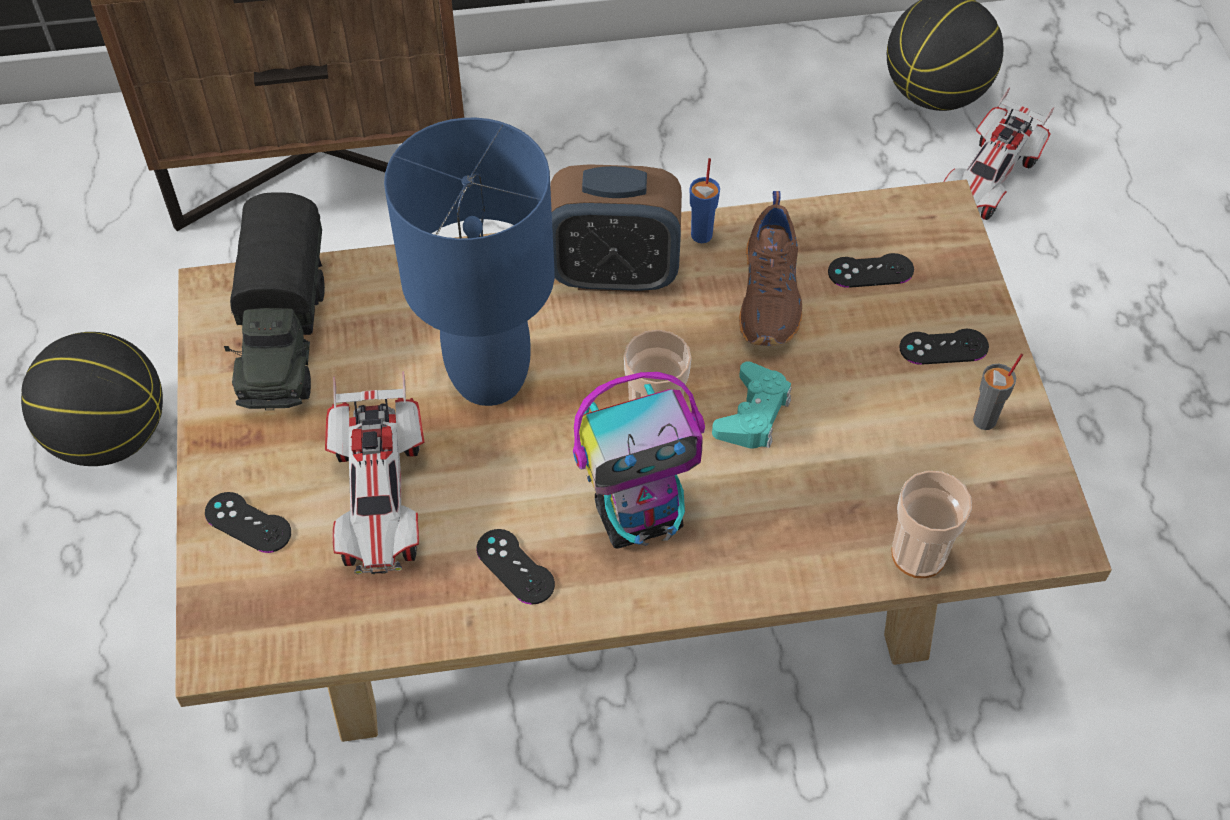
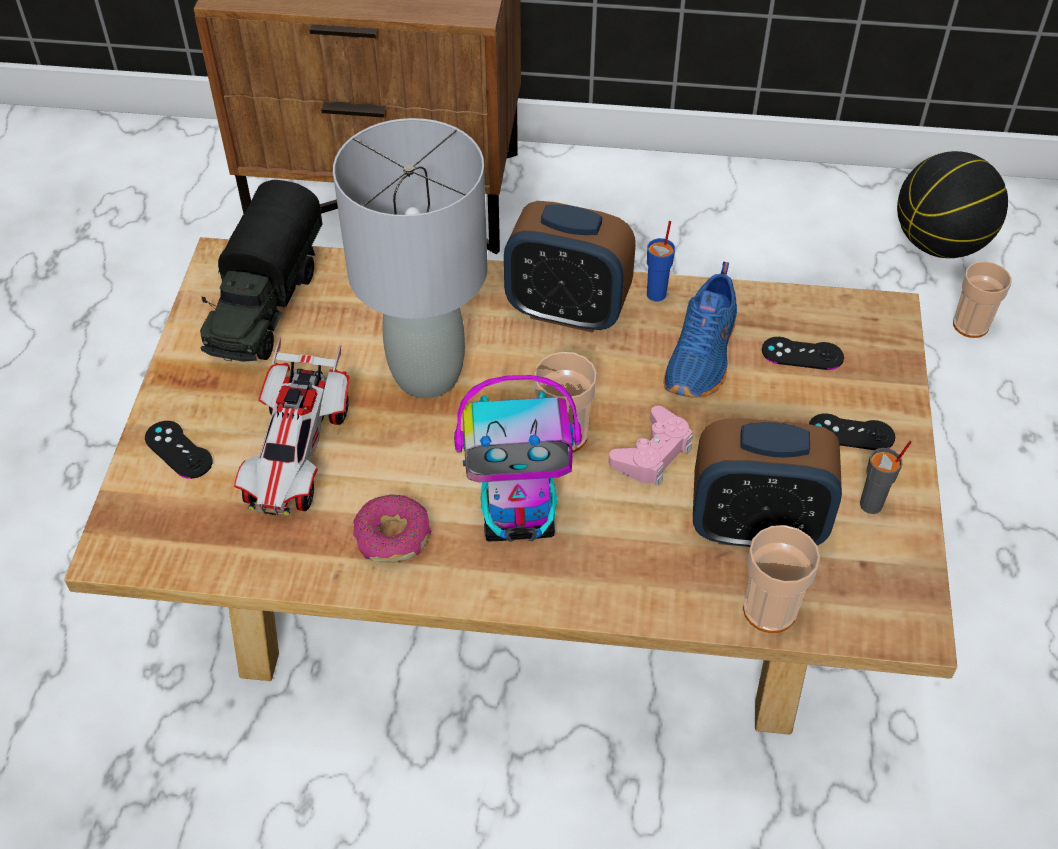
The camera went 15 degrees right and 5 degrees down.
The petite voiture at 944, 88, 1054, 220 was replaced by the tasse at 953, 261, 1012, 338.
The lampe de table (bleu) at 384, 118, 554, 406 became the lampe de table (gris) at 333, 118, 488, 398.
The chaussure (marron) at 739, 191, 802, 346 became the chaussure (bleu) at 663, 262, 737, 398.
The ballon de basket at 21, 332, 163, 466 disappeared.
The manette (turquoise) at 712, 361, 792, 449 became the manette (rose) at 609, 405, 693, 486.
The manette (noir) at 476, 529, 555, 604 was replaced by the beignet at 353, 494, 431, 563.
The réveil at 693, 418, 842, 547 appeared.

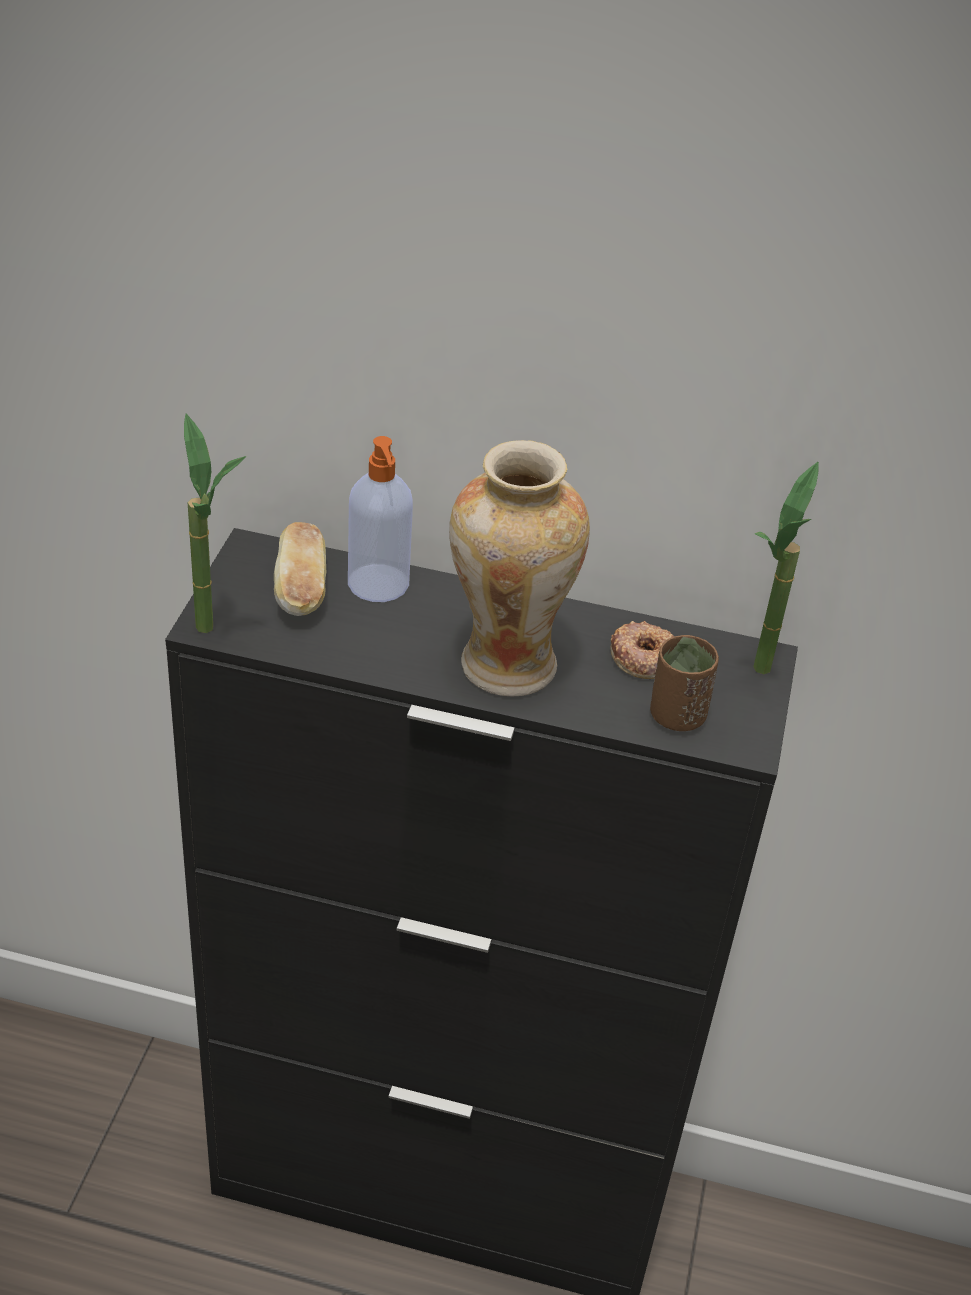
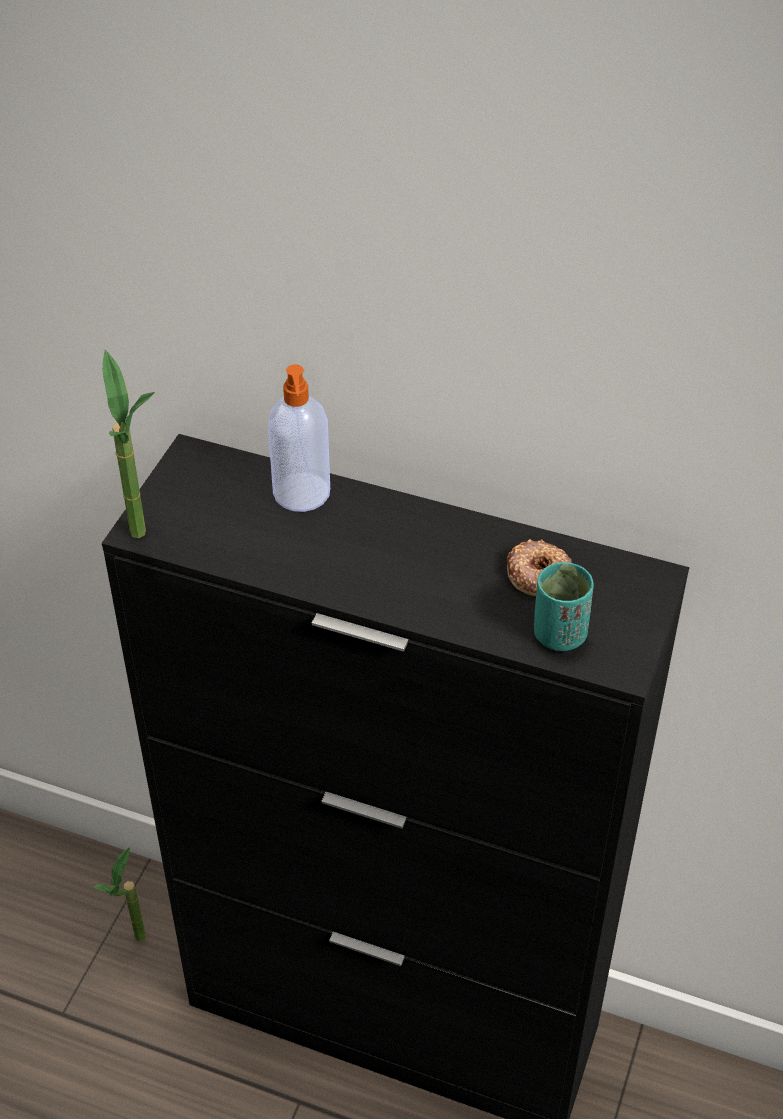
The camera went 10 degrees right and 5 degrees up.
The vase at 449, 440, 590, 696 disappeared.
The plante en pot moved from 753, 462, 819, 674 to 93, 847, 146, 942.
The pain at 274, 522, 326, 616 disappeared.
The tasse (marron) at 650, 635, 719, 731 became the tasse (turquoise) at 534, 562, 594, 651.

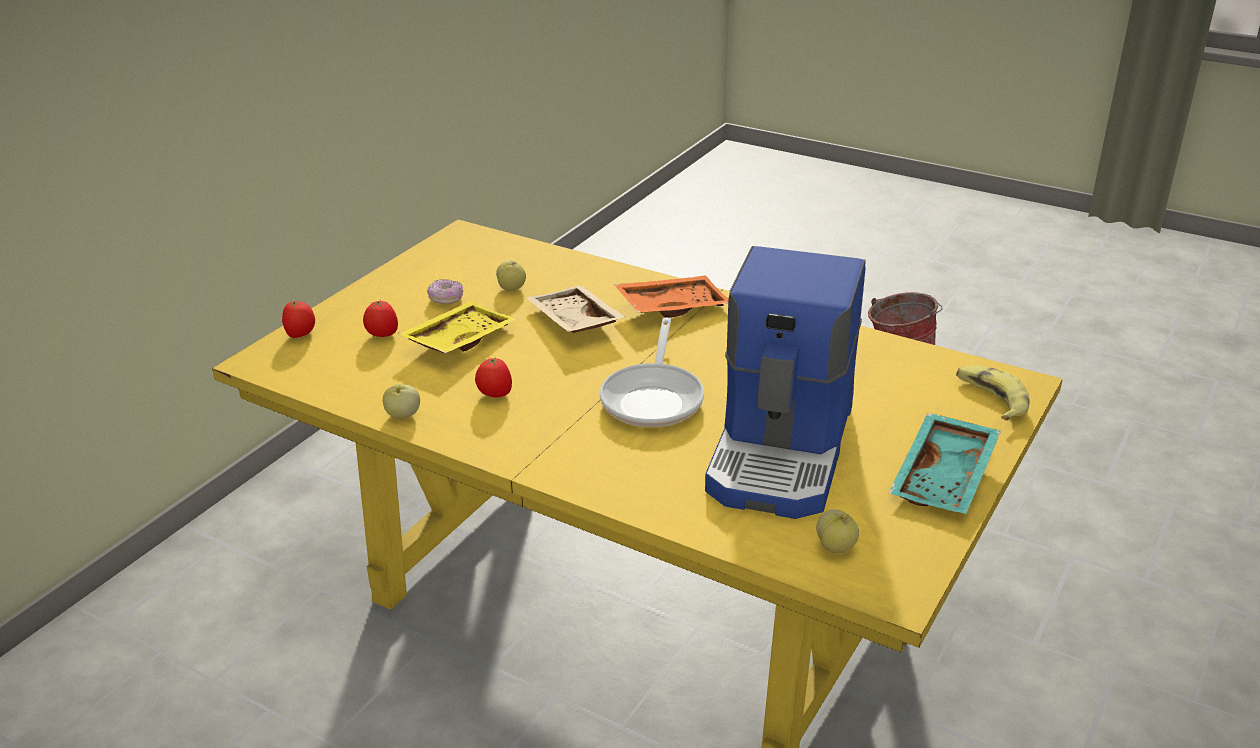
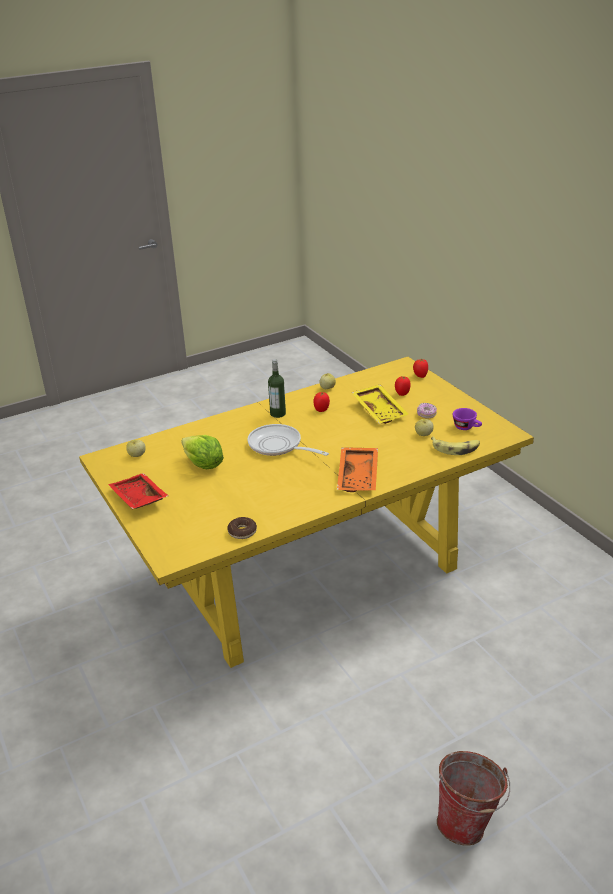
The camera went 120 degrees right and 0 degrees up.
The machine à café at 705, 246, 865, 519 was replaced by the laitue at 181, 435, 224, 469.
The plateau (beige) at 526, 285, 625, 333 disappeared.
The banane moved from 956, 365, 1030, 421 to 431, 436, 480, 455.
The plateau (turquoise) at 888, 413, 1001, 514 became the plateau (rouge) at 108, 473, 168, 509.
The bouteille at 268, 359, 286, 418 appeared.
The tasse (violet) at 453, 408, 482, 430 appeared.
The beignet at 227, 517, 257, 539 appeared.

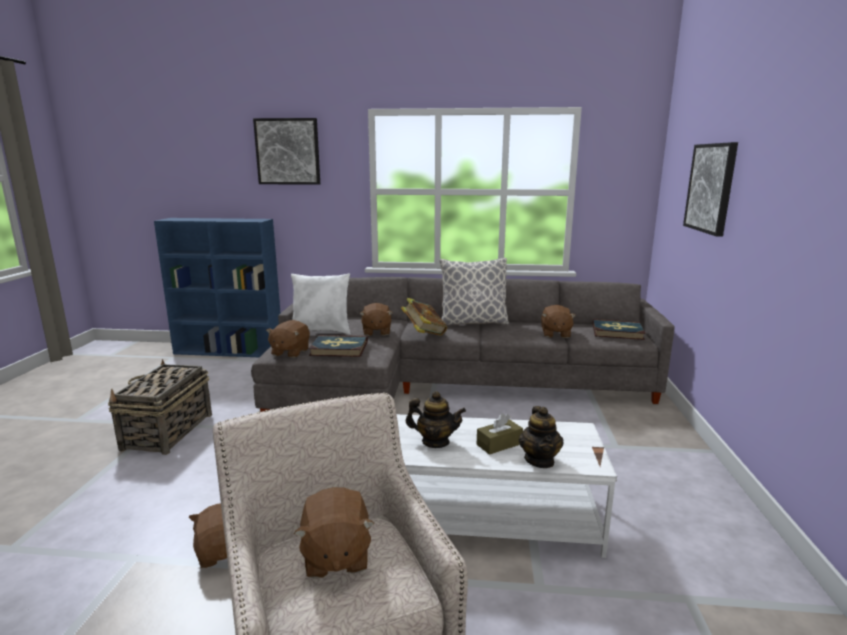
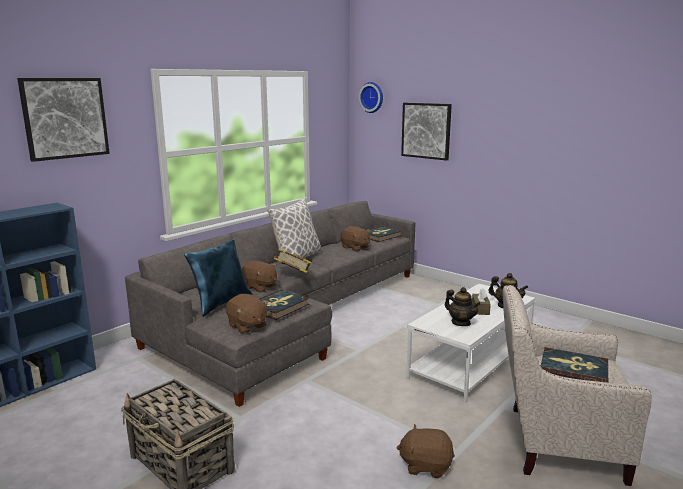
The camera went 55 degrees left and 0 degrees up.
The coussin (blanc) at 291, 273, 351, 335 became the coussin (bleu) at 184, 239, 253, 317.
The théière at 405, 391, 466, 448 turned 90 degrees clockwise.
The peluche (marron) at 294, 487, 374, 579 was replaced by the livre at 541, 347, 608, 383.
The horloge murale at 359, 82, 383, 113 appeared.

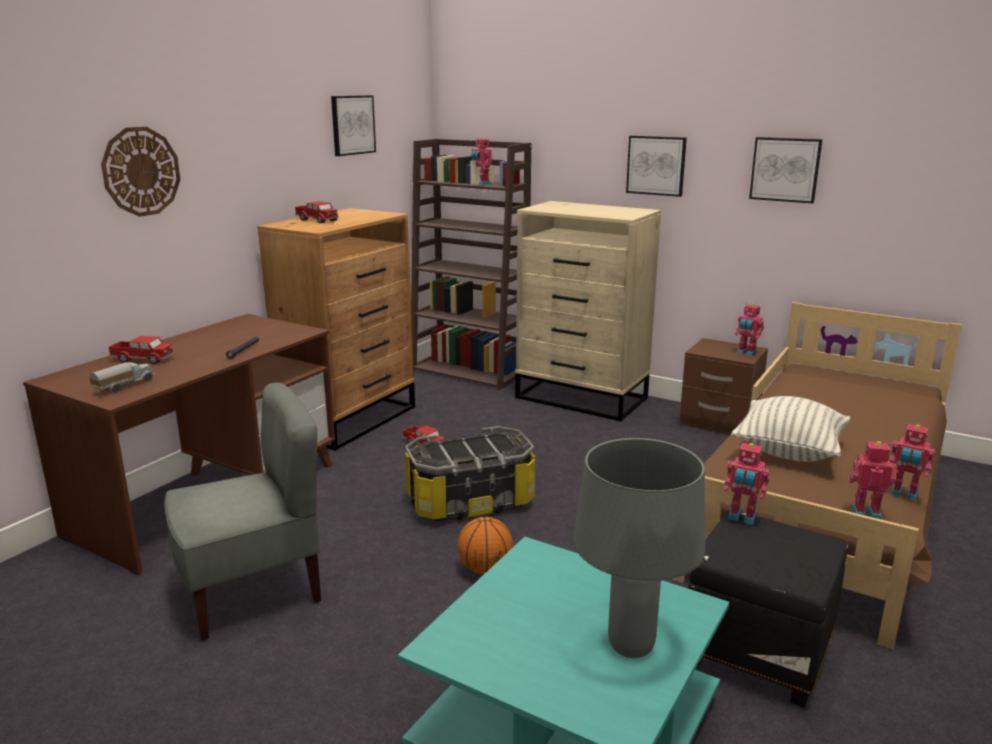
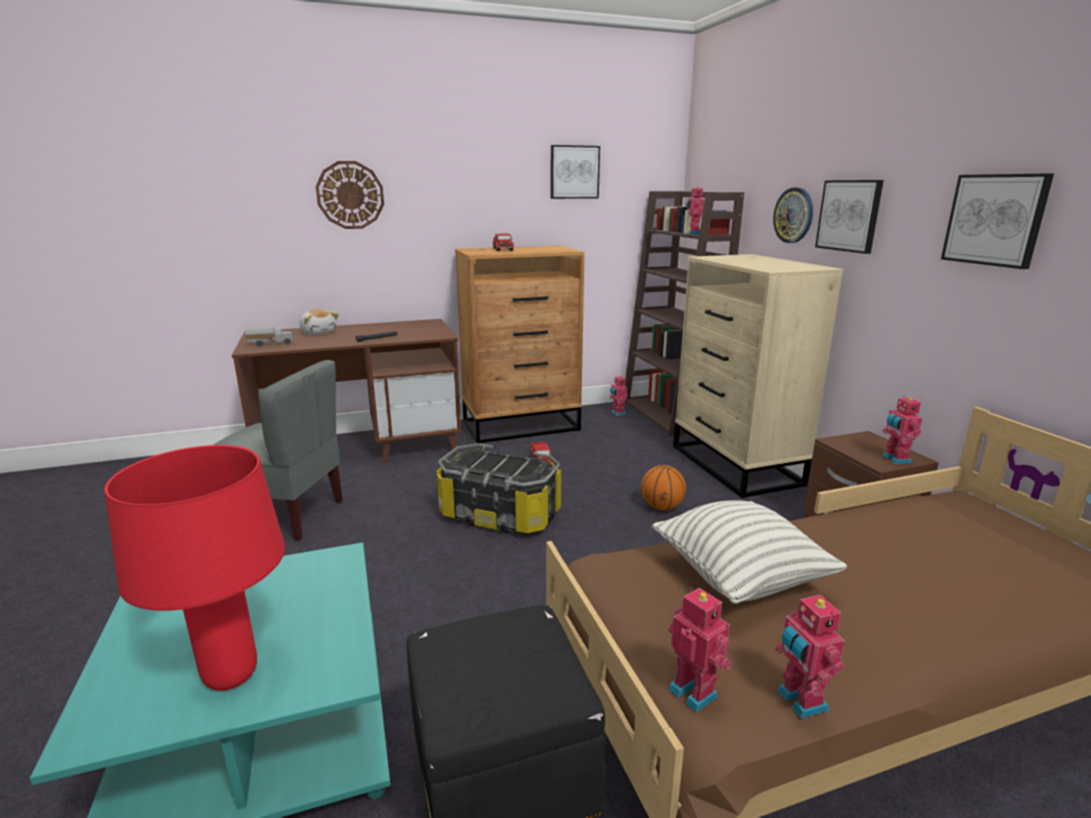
The camera went 40 degrees right and 0 degrees up.
The camion jouet at 109, 336, 174, 364 was replaced by the peluche at 299, 309, 339, 334.
The lampe de table (gris) at 573, 438, 705, 658 became the lampe de table (rouge) at 104, 445, 285, 691.
The robot jouet moved from 724, 443, 770, 525 to 610, 375, 627, 416.
The ballon de basket moved from 458, 517, 513, 574 to 641, 465, 686, 510.
The horloge murale at 773, 188, 813, 243 appeared.

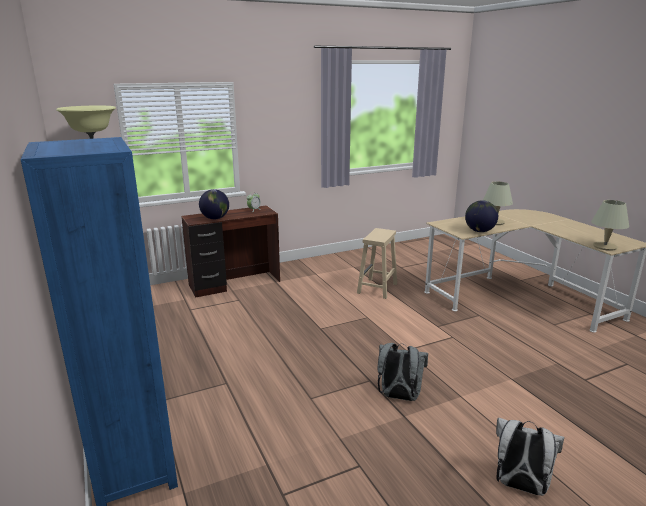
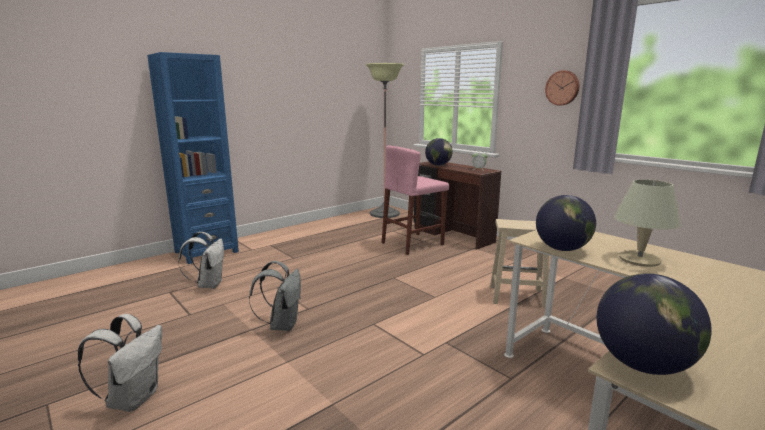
The camera went 75 degrees right and 5 degrees down.
The lampe de table (beige) at 591, 200, 629, 251 was replaced by the globe at 597, 274, 712, 375.
The horloge murale at 545, 70, 579, 105 appeared.
The tabouret (rose) at 382, 145, 449, 255 appeared.
The sac à dos (blanc) at 178, 232, 224, 289 appeared.

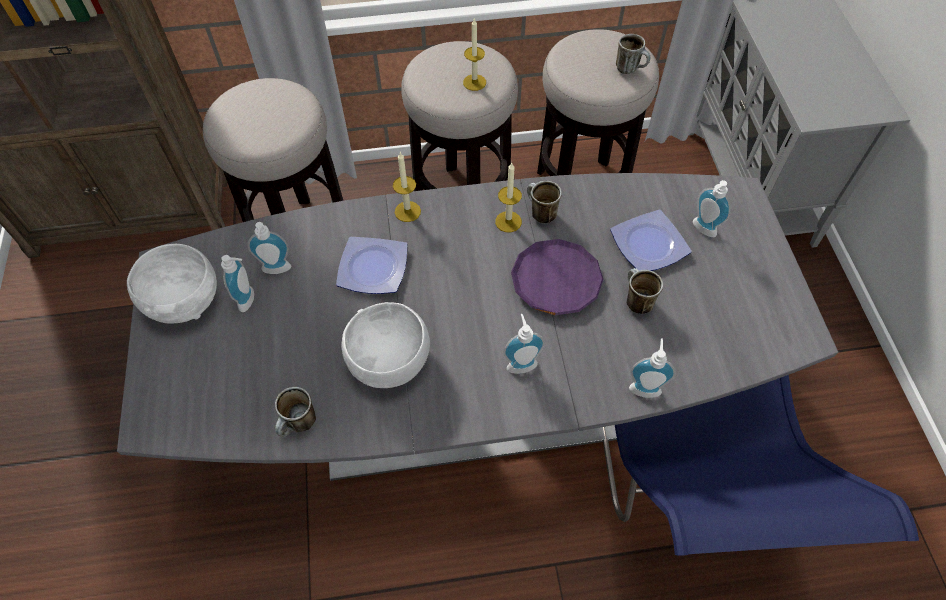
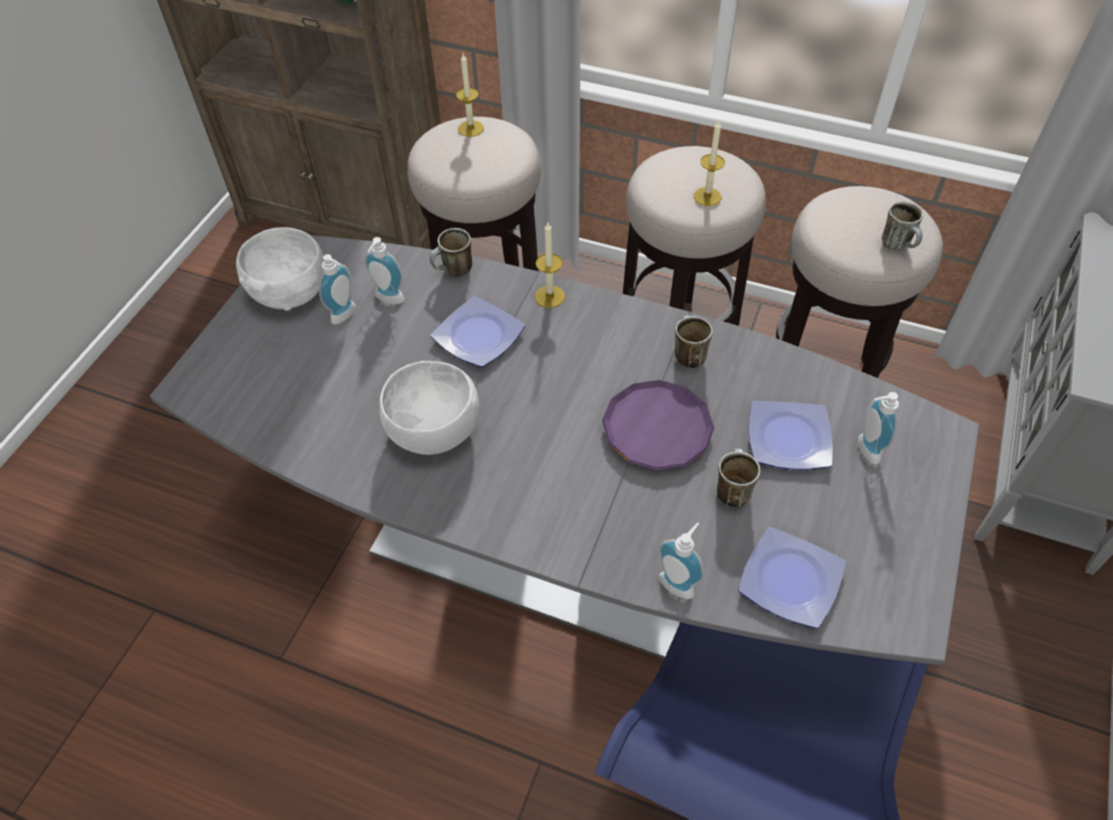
The camera went 30 degrees right and 5 degrees down.
The bougie moved from 495, 163, 522, 232 to 456, 54, 484, 137.
The distributeur de savon at 503, 314, 545, 374 disappeared.
The mug moved from 275, 387, 316, 437 to 430, 228, 472, 277.
The assiette at 738, 527, 846, 629 appeared.

